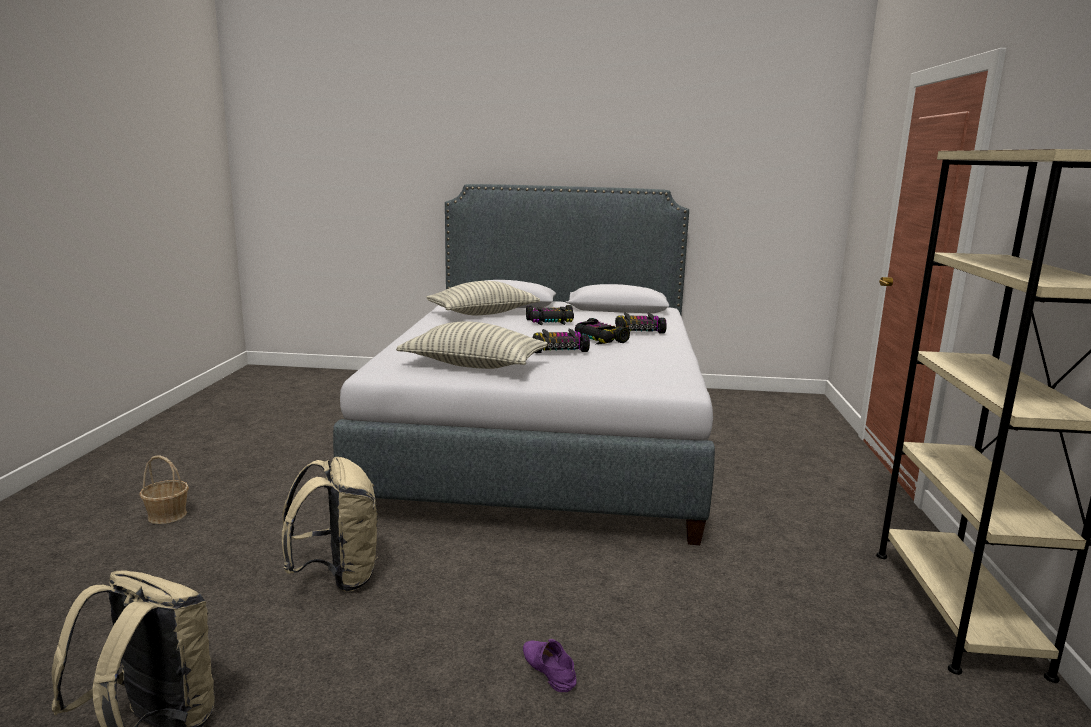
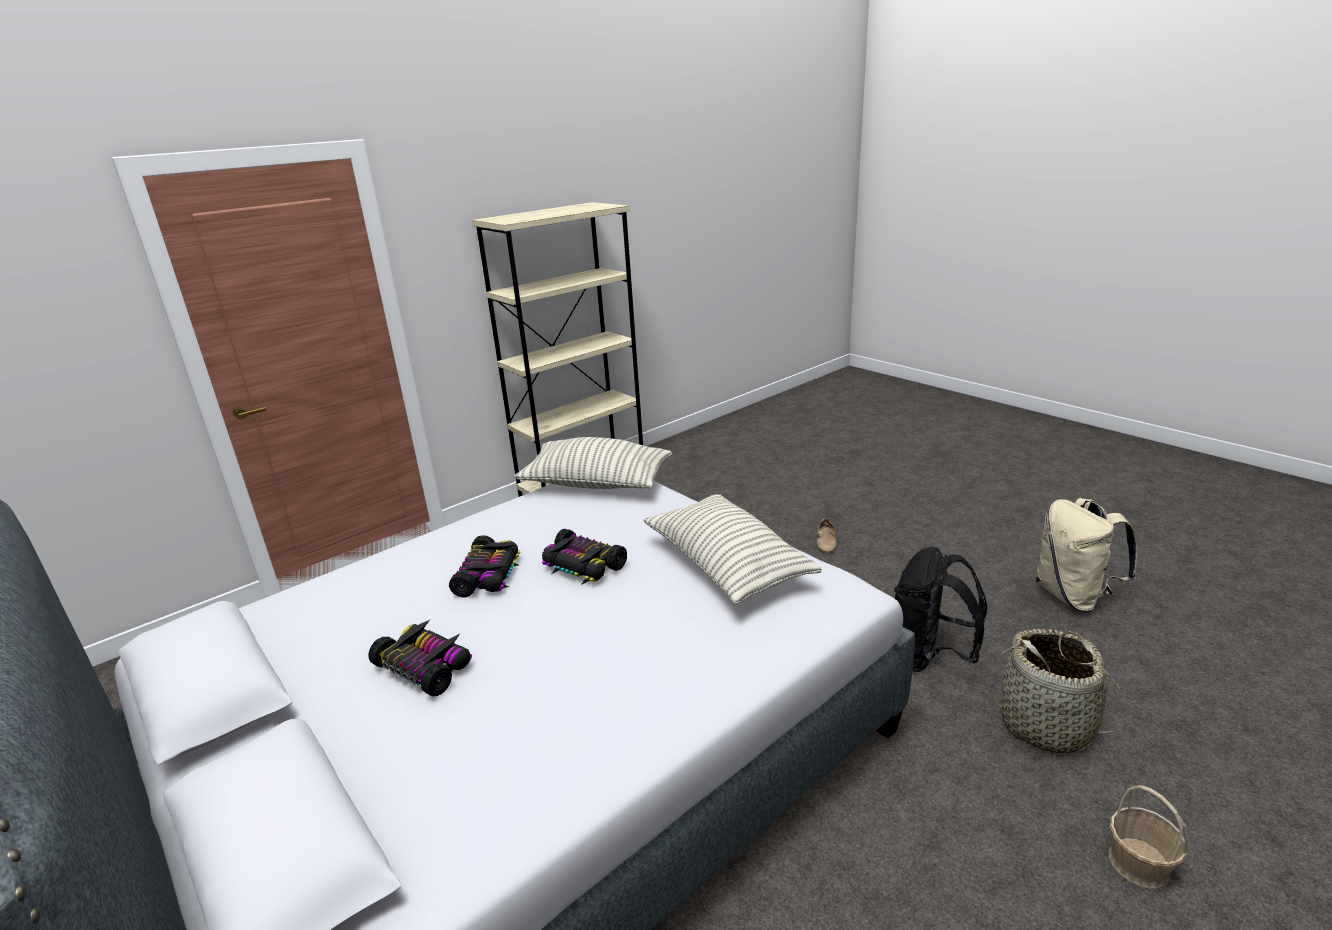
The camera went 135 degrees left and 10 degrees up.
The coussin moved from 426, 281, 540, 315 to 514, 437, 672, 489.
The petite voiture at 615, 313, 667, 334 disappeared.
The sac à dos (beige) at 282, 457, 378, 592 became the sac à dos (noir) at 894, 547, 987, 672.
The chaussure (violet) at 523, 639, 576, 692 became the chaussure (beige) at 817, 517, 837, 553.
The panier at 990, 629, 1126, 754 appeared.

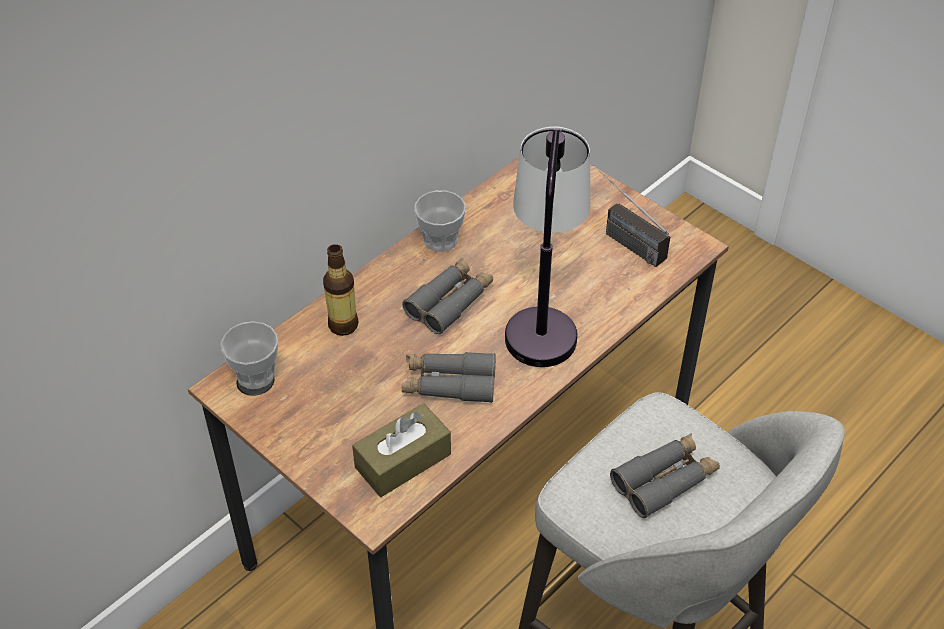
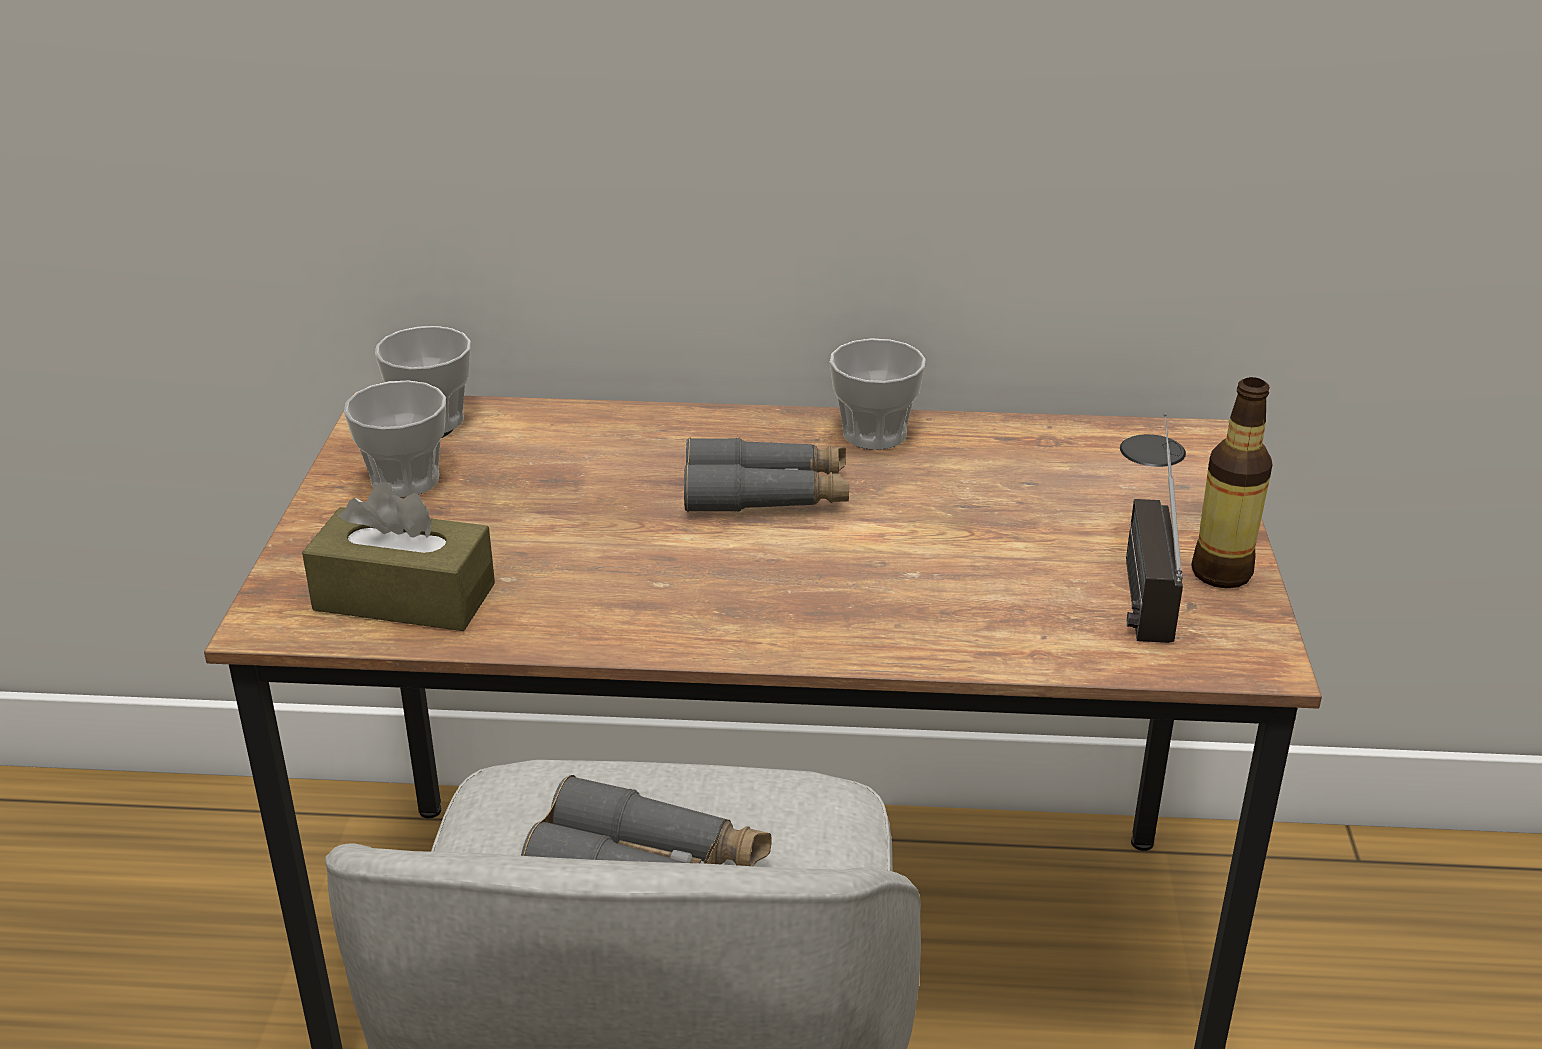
The camera went 50 degrees right and 15 degrees down.
The lampe de table at 505, 126, 590, 367 disappeared.
The bouteille moved from 323, 244, 359, 336 to 1191, 377, 1273, 589.
The jumelles (gris) at 402, 352, 496, 403 disappeared.
The tasse at 344, 381, 446, 497 appeared.

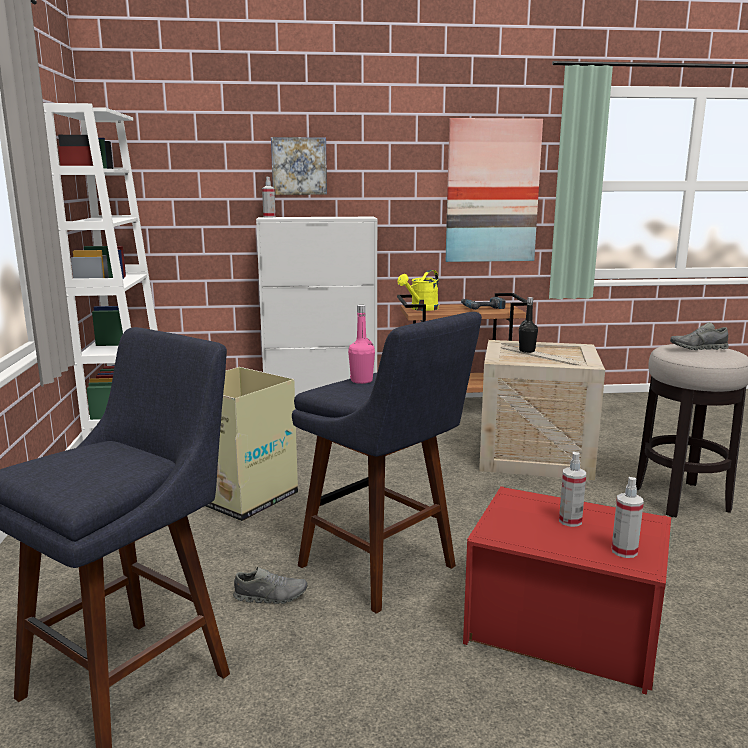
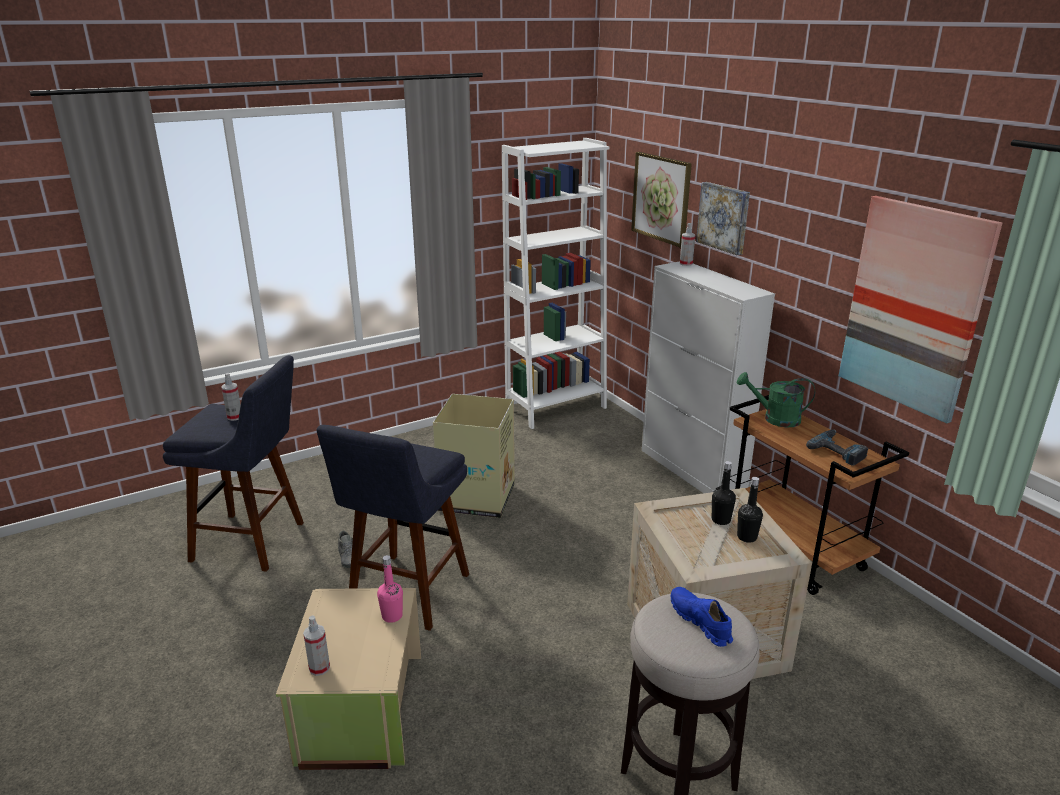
The camera went 65 degrees right and 10 degrees up.
The arrosoir (jaune) at 397, 270, 438, 311 became the arrosoir (vert) at 737, 372, 815, 427.
The bouteille (rose) moved from 348, 305, 375, 384 to 377, 555, 403, 623.
The chaussure (gris) at 670, 322, 729, 350 became the chaussure (bleu) at 671, 587, 733, 647.
The vaporisateur moved from 559, 452, 586, 527 to 221, 373, 241, 421.
The boîte de rangement (rouge) at 463, 486, 671, 695 became the boîte de rangement (beige) at 276, 588, 421, 770.
The tableau at 631, 152, 692, 248 appeared.
The bouteille (noir) at 737, 477, 763, 543 appeared.

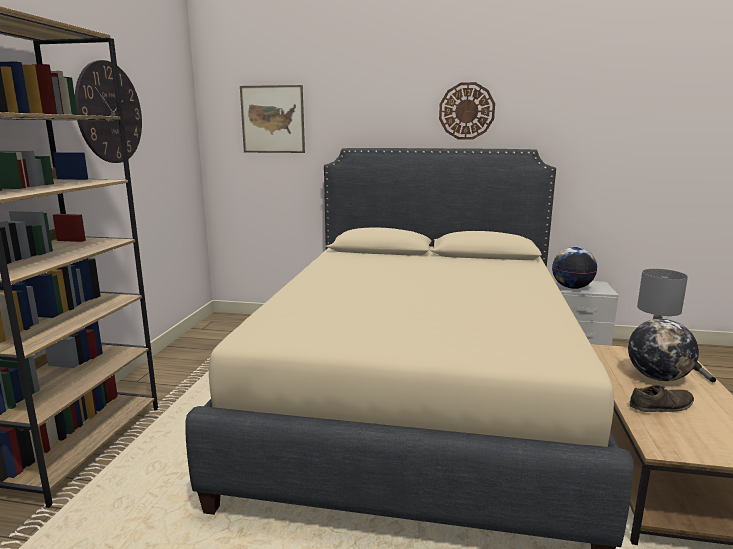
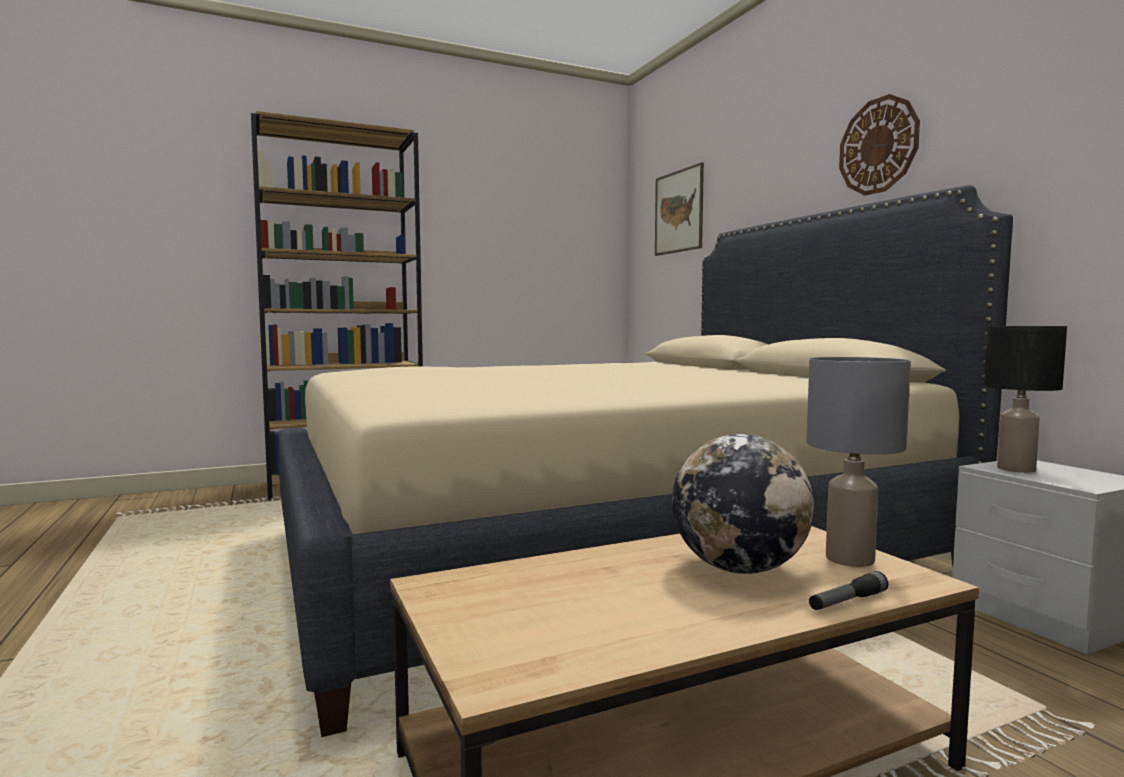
The camera went 55 degrees right and 10 degrees down.
The horloge murale at 75, 60, 142, 163 disappeared.
The globe at 552, 247, 597, 289 was replaced by the lampe de table (noir) at 984, 326, 1067, 473.
The chaussure (marron) at 629, 385, 694, 412 disappeared.

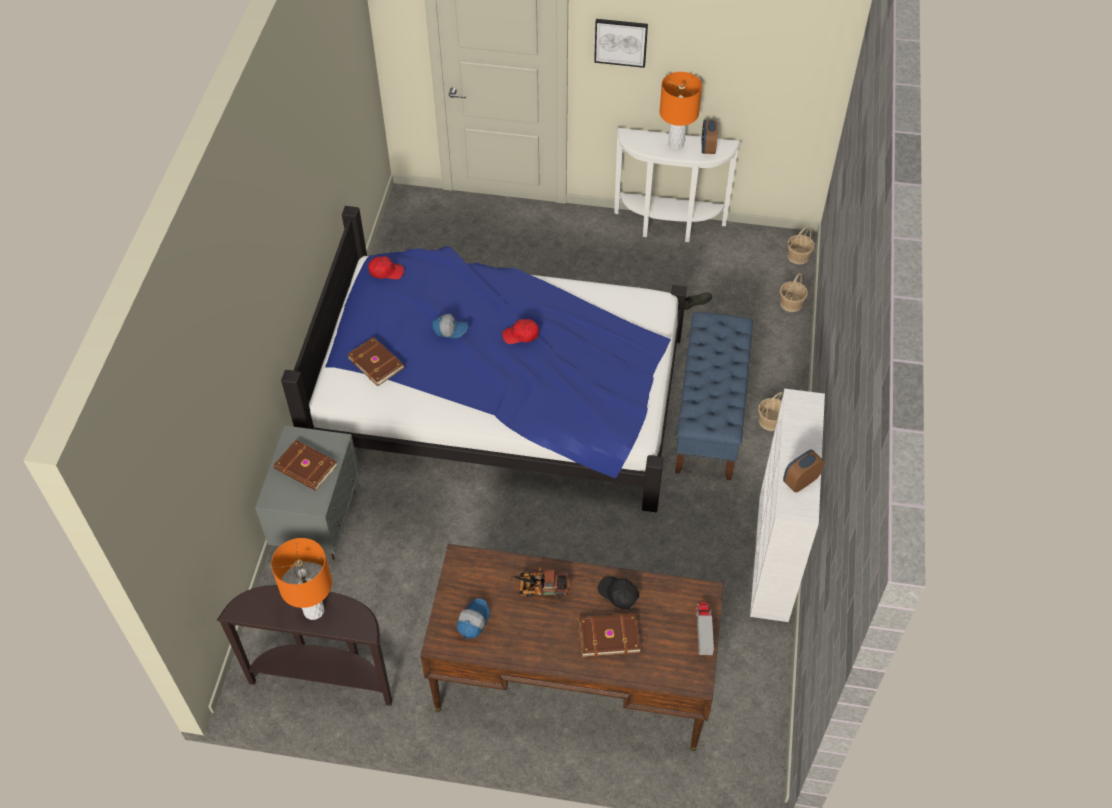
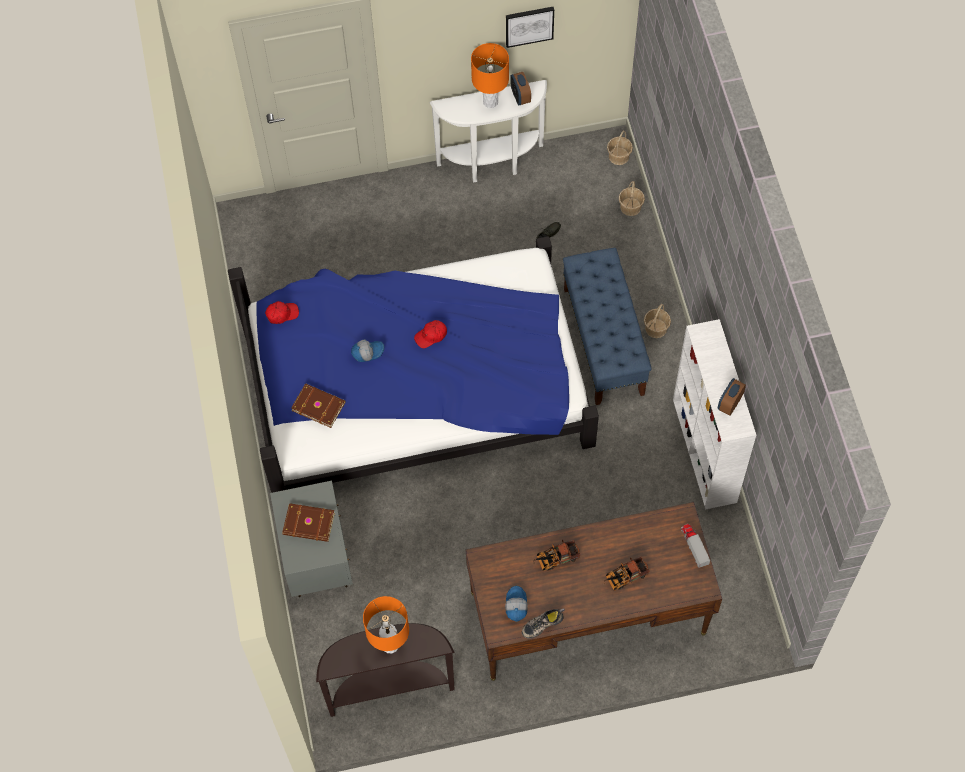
The camera went 20 degrees left and 10 degrees up.
The tableau moved from 594, 19, 648, 68 to 506, 7, 554, 48.
The casquette (noir) at 598, 576, 639, 609 disappeared.
The livre (marron) at 579, 613, 641, 657 was replaced by the camion jouet at 603, 556, 650, 591.
The chaussure at 522, 608, 565, 638 appeared.

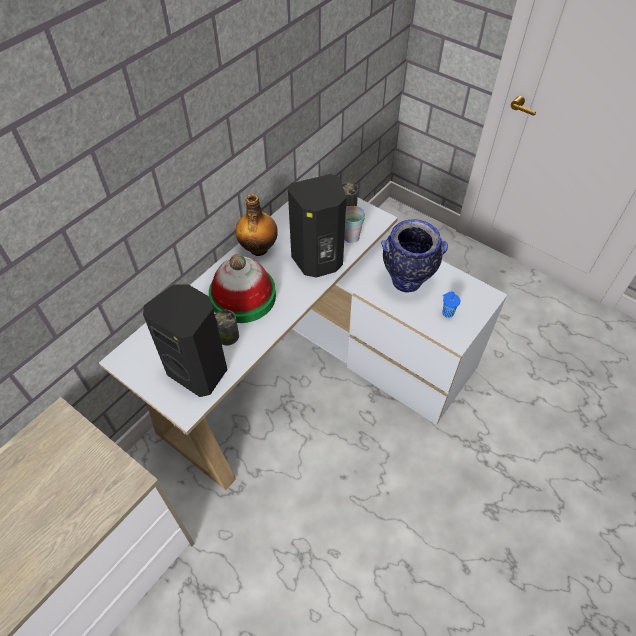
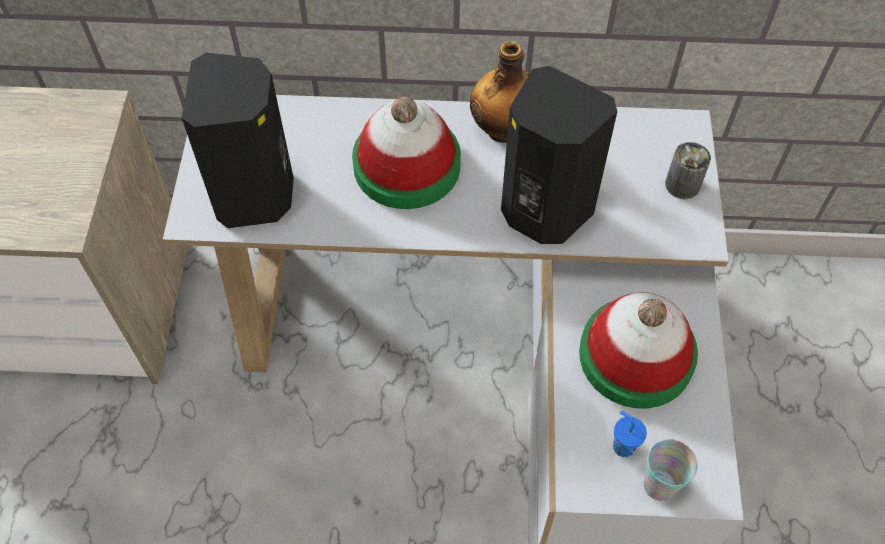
The camera went 55 degrees right and 5 degrees up.
The tasse moved from 344, 206, 365, 243 to 644, 439, 698, 501.
The vase at 381, 219, 448, 293 was replaced by the chapeau at 579, 292, 698, 409.
The boîte métallique at 215, 310, 239, 346 disappeared.

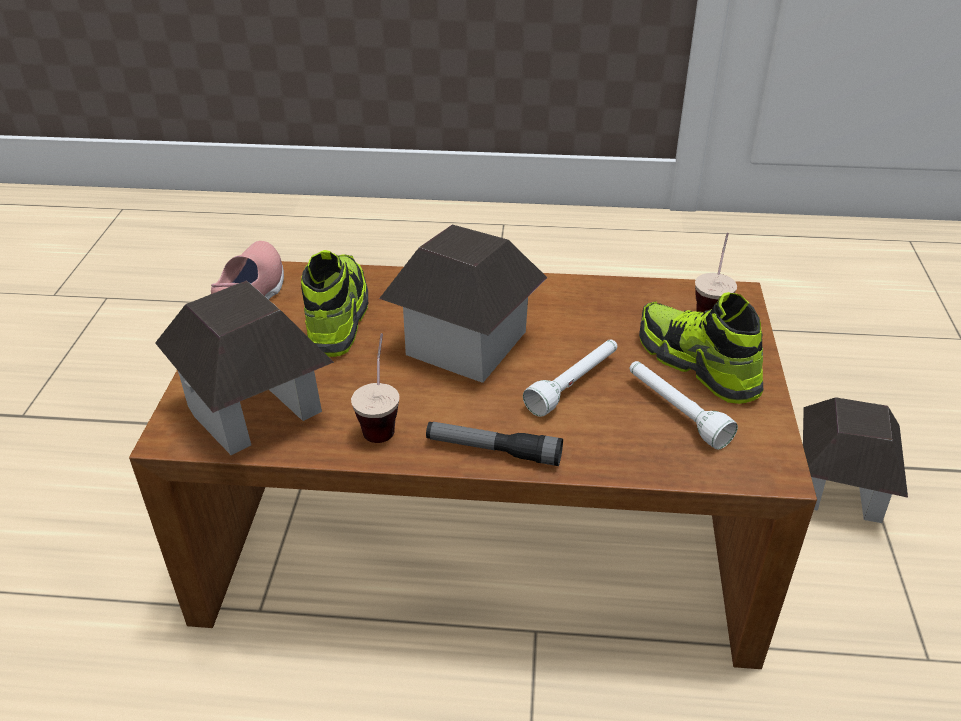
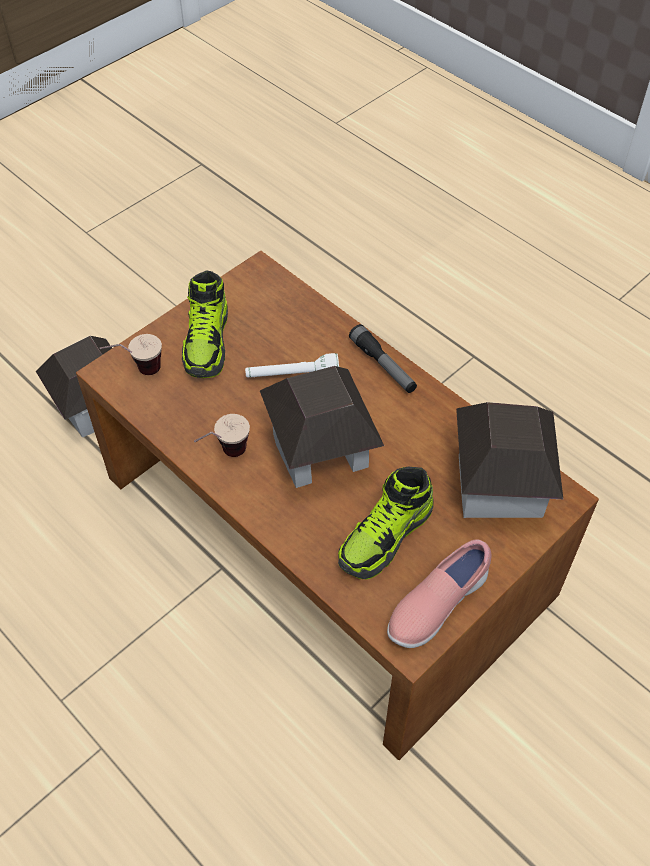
The camera went 140 degrees left and 15 degrees up.
The tasse moved from 351, 333, 400, 443 to 194, 414, 250, 457.
The lampe de poche (blanc) at 630, 361, 738, 449 disappeared.

